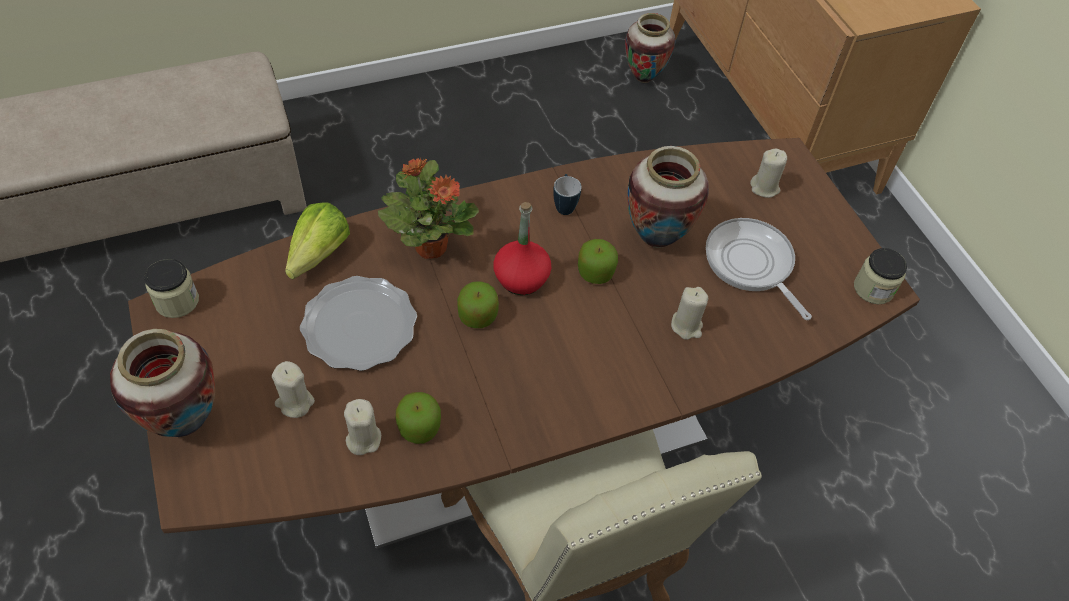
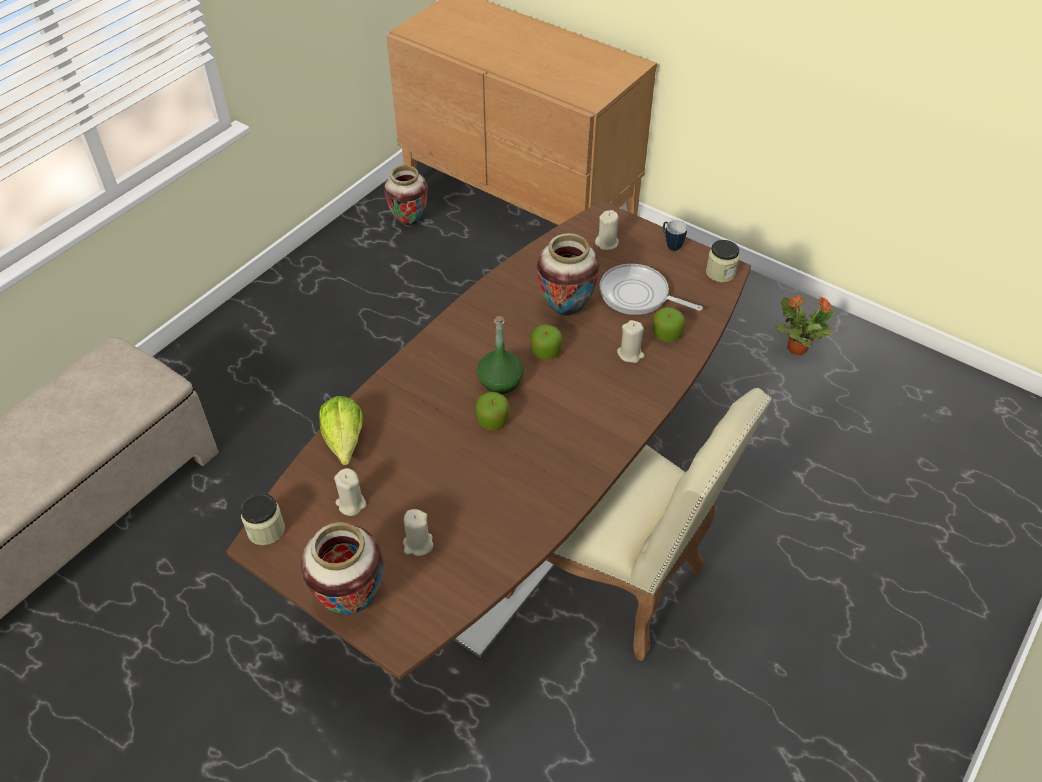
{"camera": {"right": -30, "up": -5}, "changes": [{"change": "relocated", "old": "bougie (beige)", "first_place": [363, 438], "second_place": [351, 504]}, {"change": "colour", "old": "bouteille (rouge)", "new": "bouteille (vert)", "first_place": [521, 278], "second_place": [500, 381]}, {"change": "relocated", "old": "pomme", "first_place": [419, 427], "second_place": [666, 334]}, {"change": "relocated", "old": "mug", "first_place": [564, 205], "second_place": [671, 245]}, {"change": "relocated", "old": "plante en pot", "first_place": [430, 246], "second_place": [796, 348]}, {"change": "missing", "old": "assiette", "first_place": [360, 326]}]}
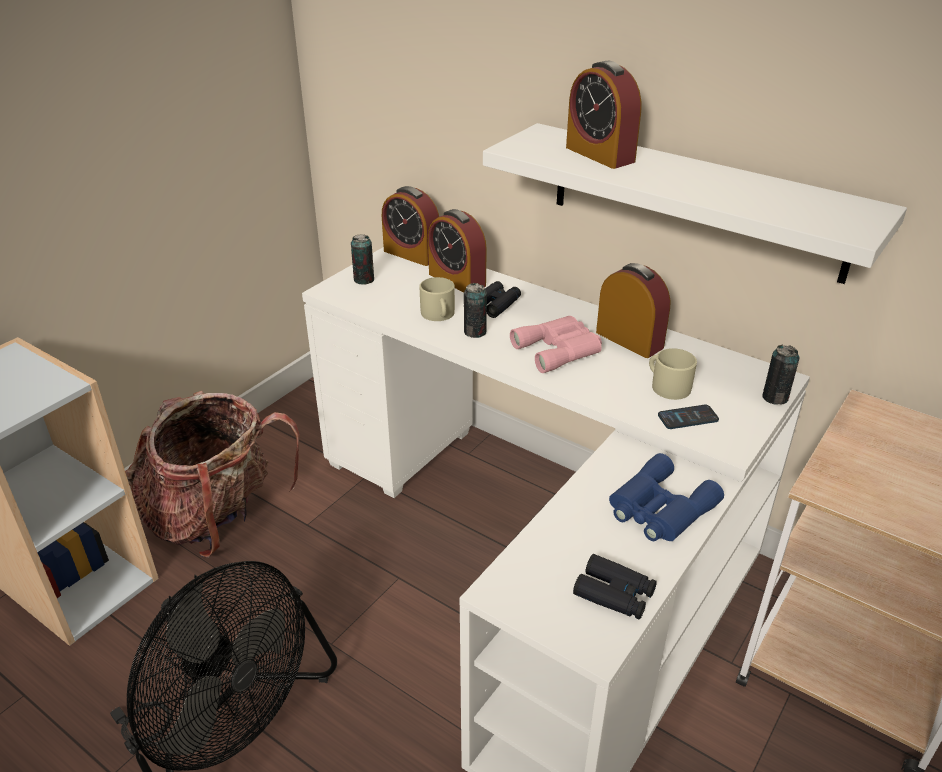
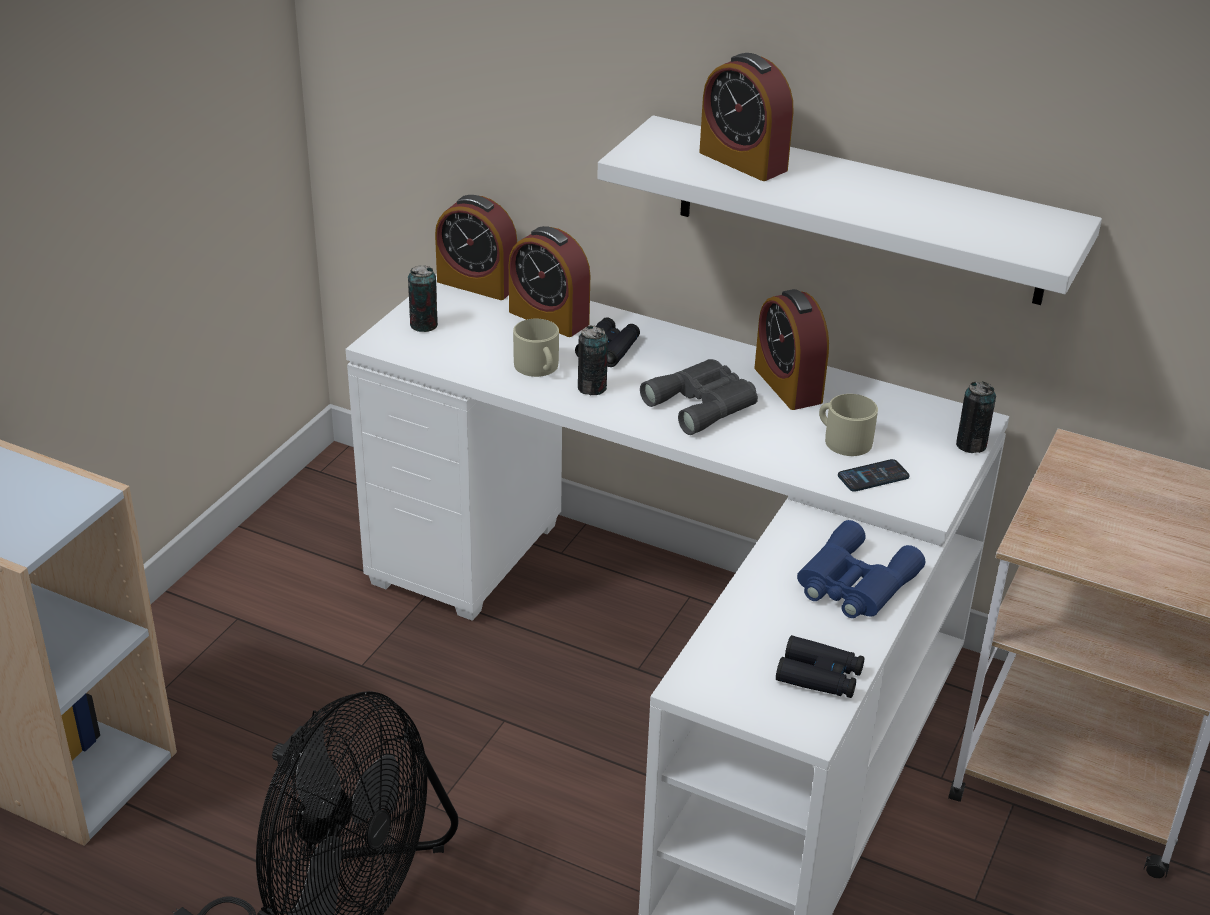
{"camera": {"right": -10, "up": 0}, "changes": [{"change": "colour", "old": "jumelles (rose)", "new": "jumelles (gris)", "first_place": [560, 349], "second_place": [704, 403]}, {"change": "spun", "old": "réveil", "first_place": [629, 340], "second_place": [788, 385], "degrees": -150}, {"change": "missing", "old": "sac à dos", "first_place": [218, 518]}]}
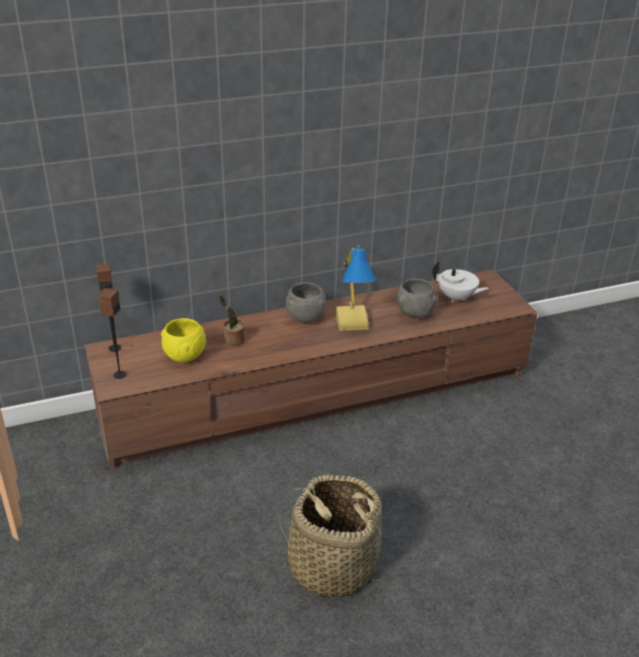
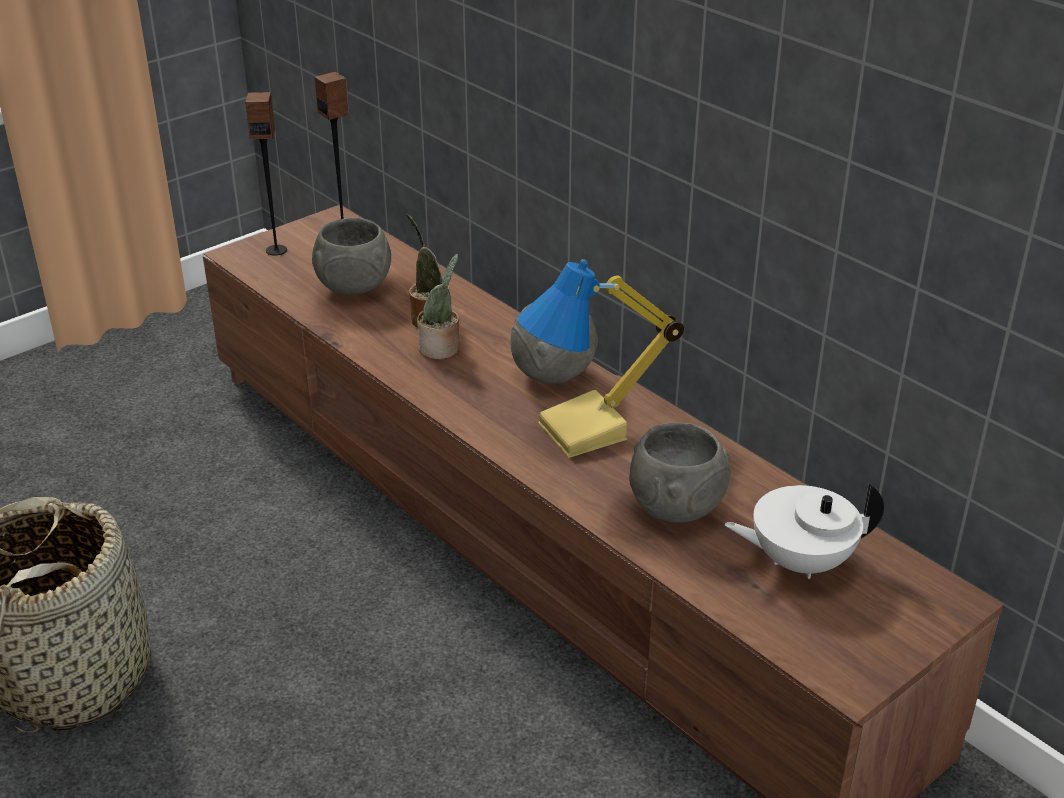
{"camera": {"right": 70, "up": 0}, "changes": [{"change": "colour", "old": "bol (jaune)", "new": "bol (gris)", "first_place": [184, 356], "second_place": [354, 287]}, {"change": "appeared", "new": "plante en pot", "second_place": [441, 349]}, {"change": "spun", "old": "théière (blanc)", "first_place": [456, 298], "second_place": [799, 561], "degrees": 75}]}
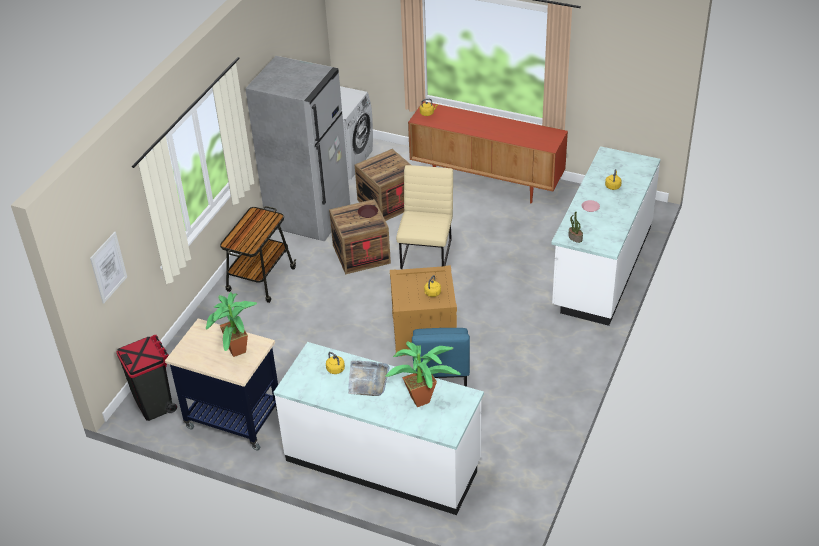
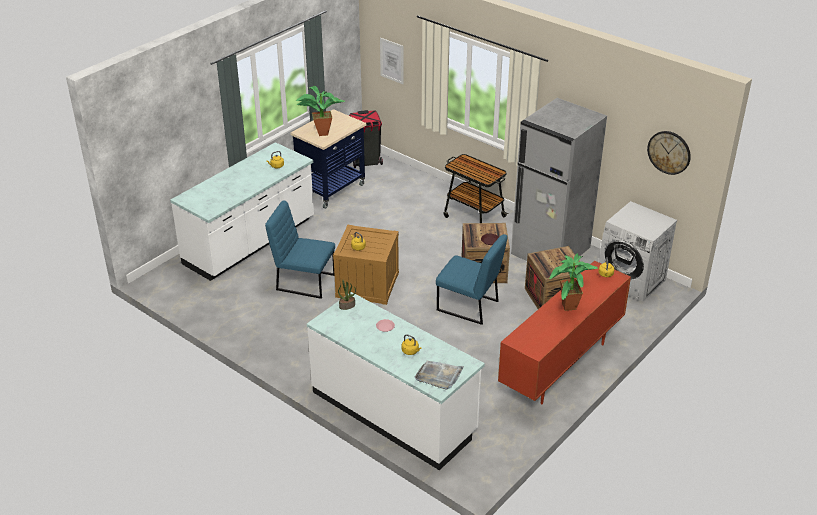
{"camera": {"right": 105, "up": -5}, "changes": [{"change": "relocated", "old": "plateau (gris)", "first_place": [368, 380], "second_place": [439, 376]}, {"change": "colour", "old": "chaise (beige)", "new": "chaise (bleu)", "first_place": [427, 252], "second_place": [469, 306]}, {"change": "relocated", "old": "plante en pot", "first_place": [424, 400], "second_place": [568, 308]}, {"change": "appeared", "new": "horloge murale", "second_place": [669, 152]}]}
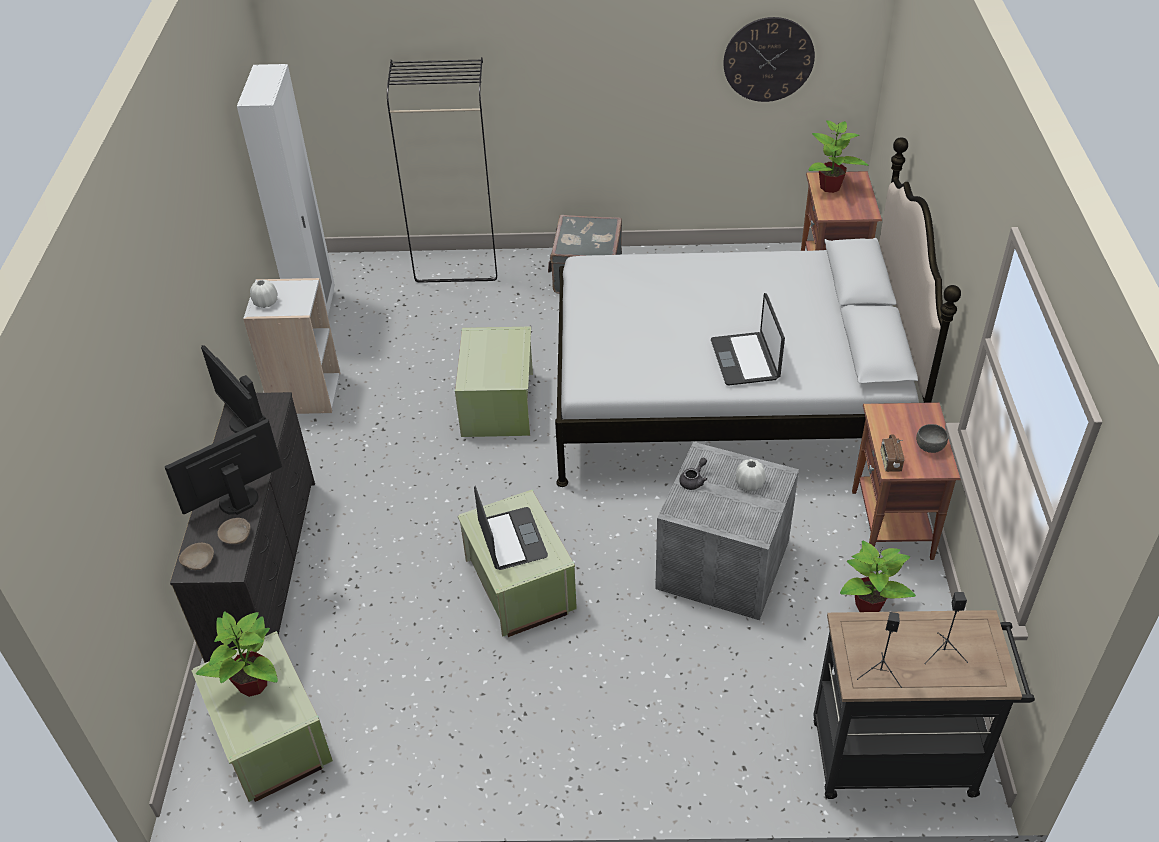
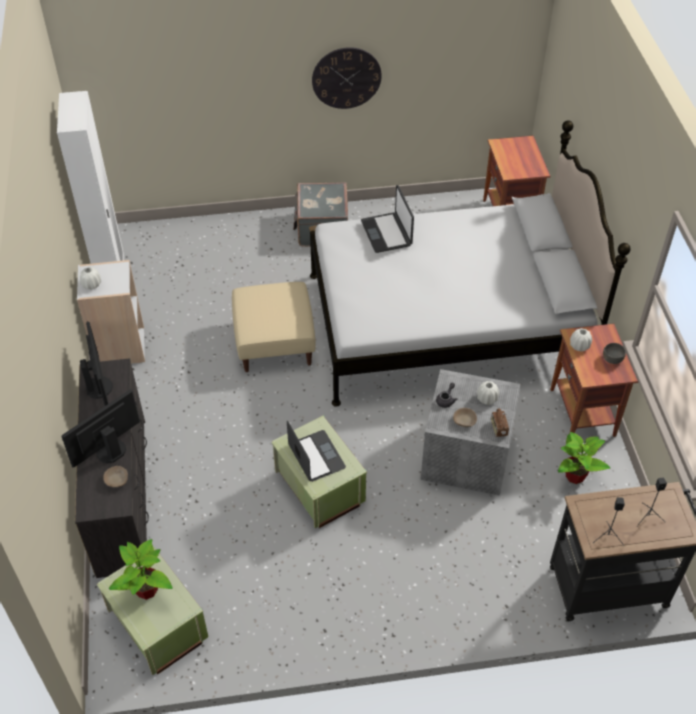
{"camera": {"right": -10, "up": 5}, "changes": [{"change": "spun", "old": "écran d'ordinateur", "first_place": [245, 422], "second_place": [100, 387], "degrees": -150}, {"change": "exchanged", "old": "boîte de rangement (vert)", "new": "pouf (beige)", "first_place": [499, 403], "second_place": [275, 342]}, {"change": "relocated", "old": "horloge murale", "first_place": [768, 59], "second_place": [346, 78]}, {"change": "relocated", "old": "ordinateur portable", "first_place": [746, 360], "second_place": [387, 233]}, {"change": "relocated", "old": "bol (beige)", "first_place": [199, 561], "second_place": [464, 421]}, {"change": "relocated", "old": "radio", "first_place": [890, 462], "second_place": [498, 428]}, {"change": "appeared", "new": "vase (blanc)", "second_place": [579, 346]}, {"change": "missing", "old": "portant (noir)", "first_place": [458, 267]}, {"change": "missing", "old": "plante en pot", "first_place": [830, 187]}]}
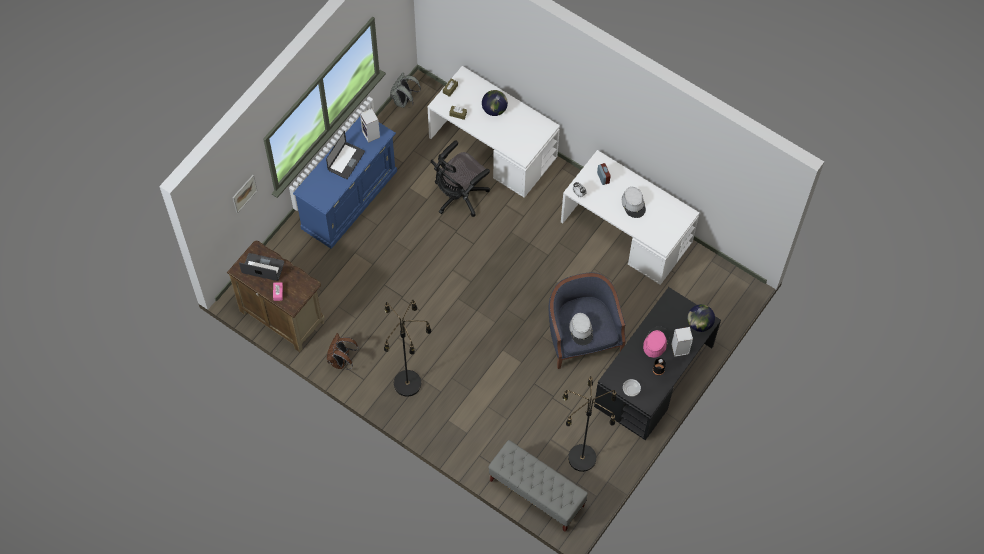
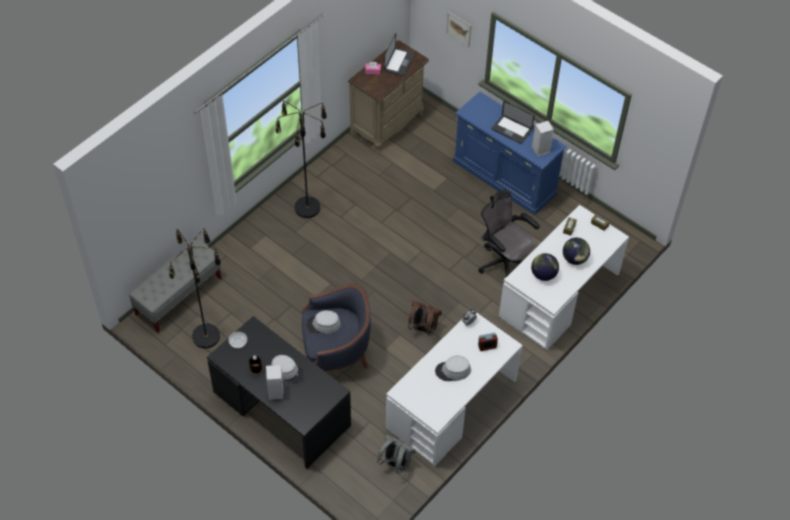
{"camera": {"right": 95, "up": -10}, "changes": [{"change": "colour", "old": "chapeau (rose)", "new": "chapeau (gris)", "first_place": [656, 342], "second_place": [287, 371]}, {"change": "relocated", "old": "sac à dos (gris)", "first_place": [404, 101], "second_place": [395, 463]}, {"change": "relocated", "old": "sac à dos (marron)", "first_place": [341, 361], "second_place": [423, 328]}, {"change": "relocated", "old": "globe", "first_place": [699, 323], "second_place": [543, 274]}]}
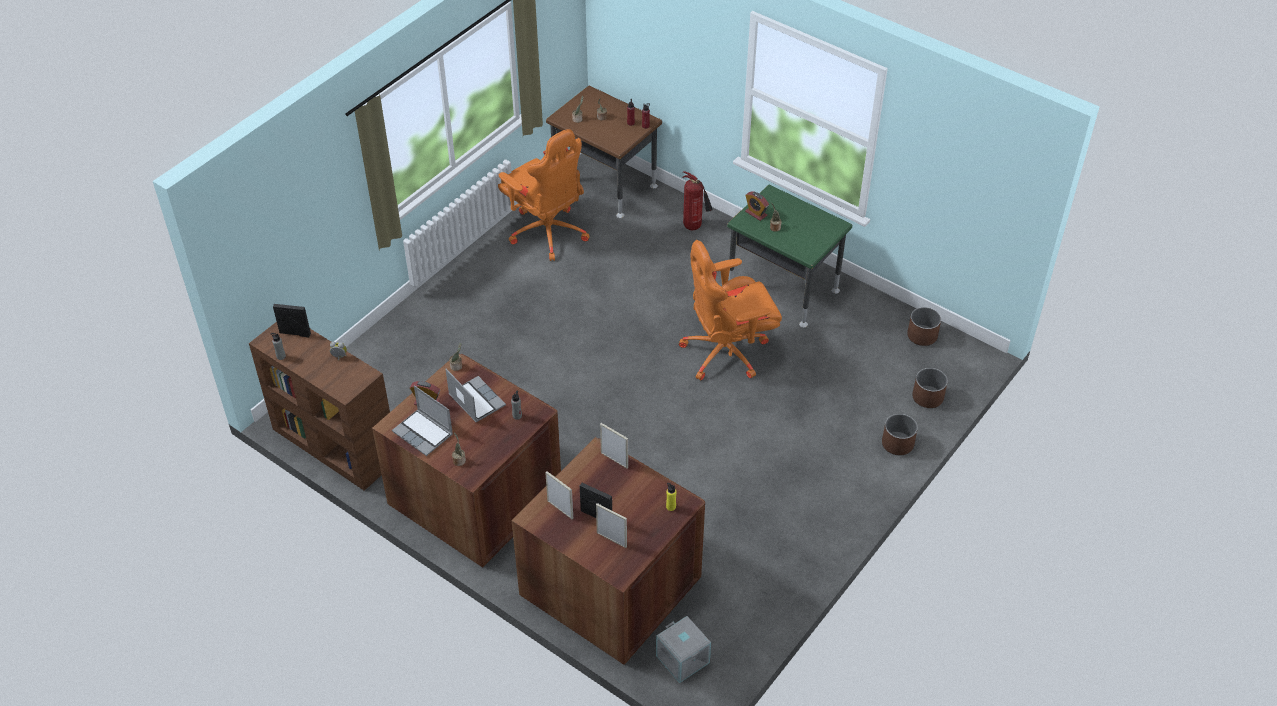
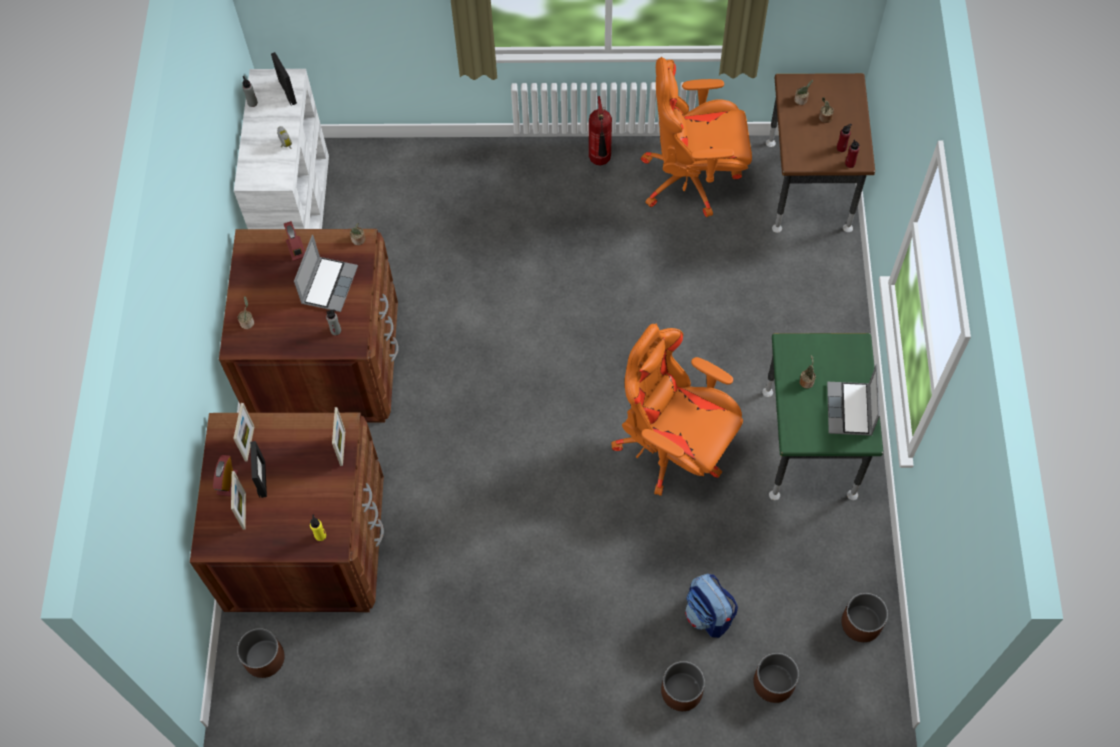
{"camera": {"right": 55, "up": 15}, "changes": [{"change": "relocated", "old": "réveil", "first_place": [756, 213], "second_place": [227, 482]}, {"change": "colour", "old": "bibliothèque (marron)", "new": "bibliothèque (blanc)", "first_place": [334, 445], "second_place": [295, 212]}, {"change": "exchanged", "old": "boîte de rangement (gris)", "new": "cache-pot (marron)", "first_place": [683, 659], "second_place": [264, 659]}, {"change": "relocated", "old": "extincteur", "first_place": [694, 227], "second_place": [600, 161]}, {"change": "spun", "old": "chaise de bureau (orange)", "first_place": [544, 229], "second_place": [695, 179], "degrees": 75}, {"change": "appeared", "new": "sac à dos", "second_place": [708, 615]}, {"change": "relocated", "old": "ordinateur portable", "first_place": [424, 433], "second_place": [850, 410]}]}
